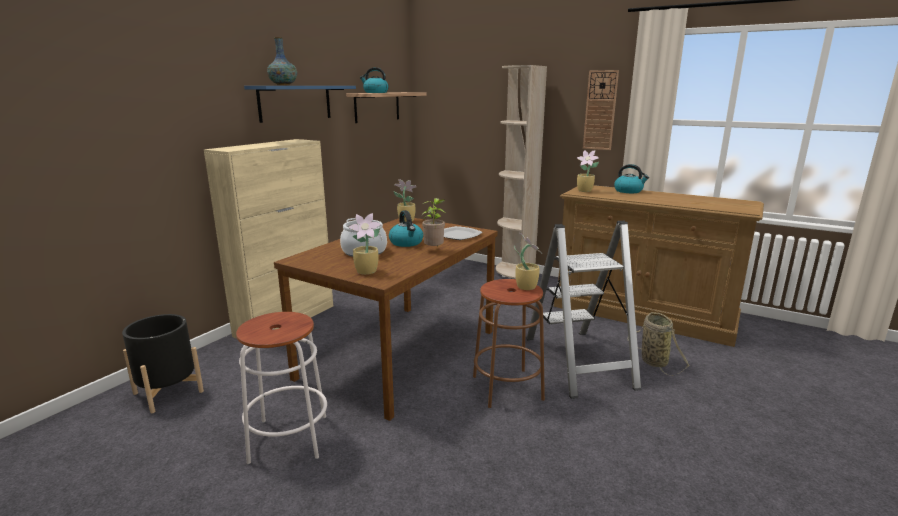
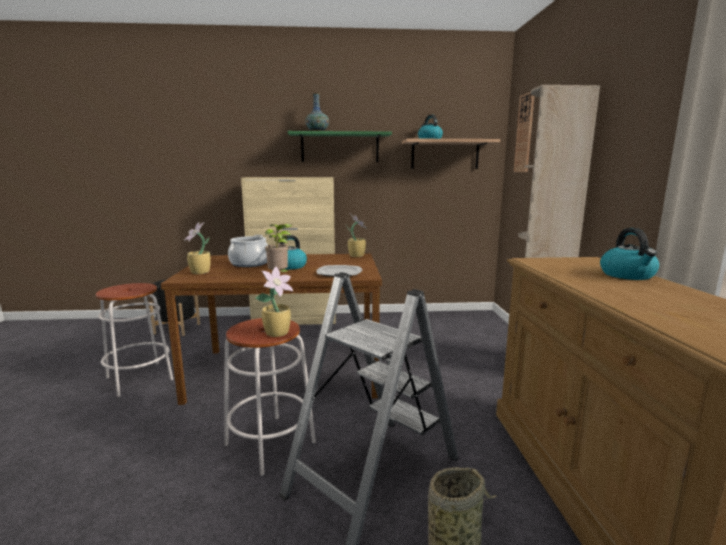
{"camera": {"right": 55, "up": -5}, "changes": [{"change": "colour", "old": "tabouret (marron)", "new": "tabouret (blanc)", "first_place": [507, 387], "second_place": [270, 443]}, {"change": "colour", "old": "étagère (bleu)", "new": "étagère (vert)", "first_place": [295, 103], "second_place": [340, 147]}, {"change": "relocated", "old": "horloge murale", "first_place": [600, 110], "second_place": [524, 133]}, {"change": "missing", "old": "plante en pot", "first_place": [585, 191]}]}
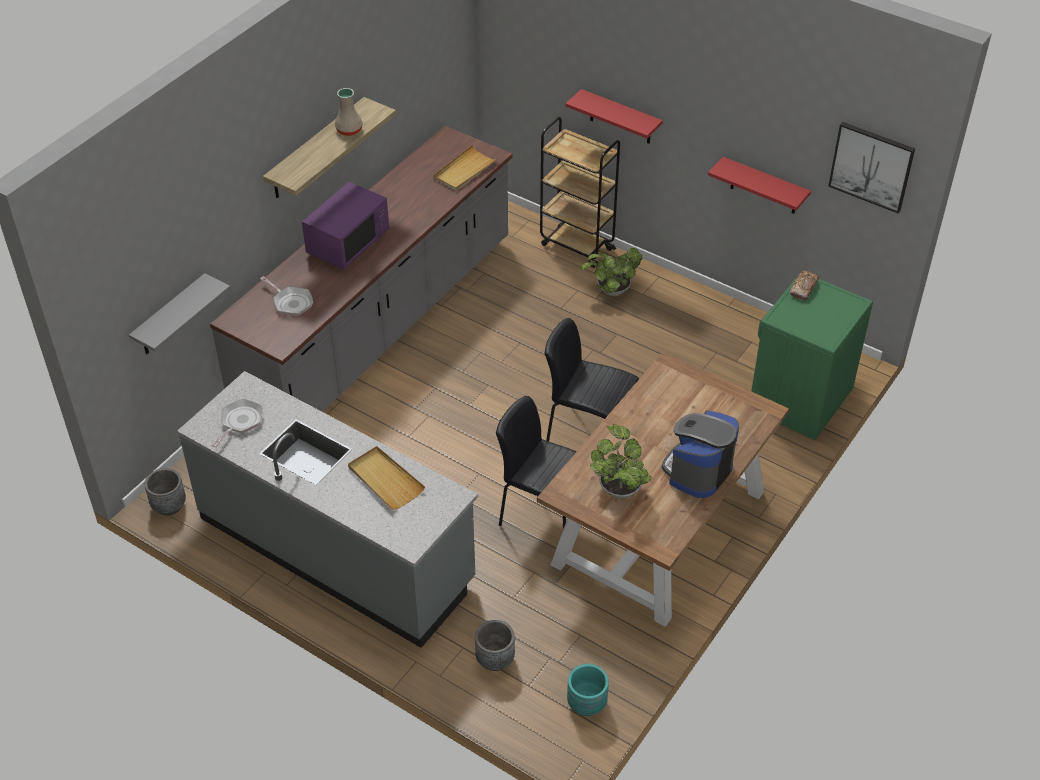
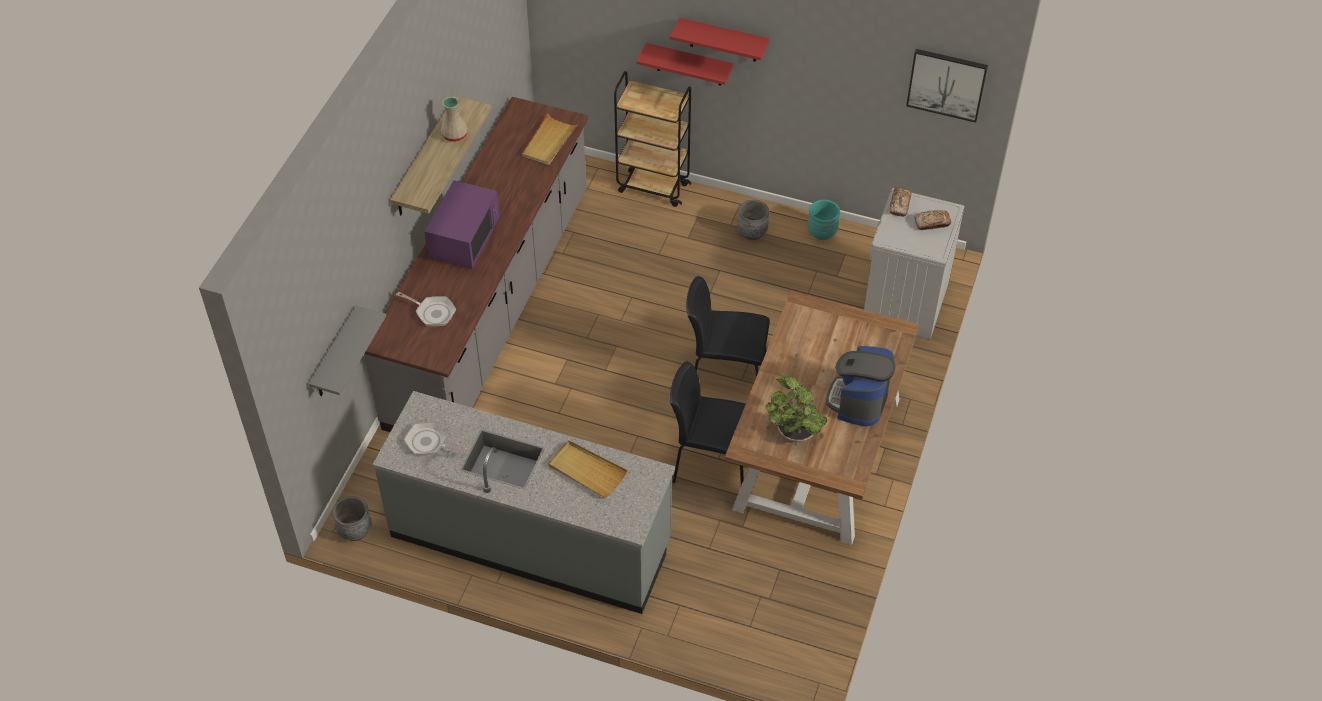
{"camera": {"right": -15, "up": 5}, "changes": [{"change": "spun", "old": "poêle", "first_place": [240, 422], "second_place": [429, 443], "degrees": -75}, {"change": "relocated", "old": "étagère (rouge)", "first_place": [764, 186], "second_place": [723, 40]}, {"change": "relocated", "old": "cache-pot (gris)", "first_place": [495, 659], "second_place": [752, 232]}, {"change": "relocated", "old": "cache-pot (turquoise)", "first_place": [586, 704], "second_place": [822, 232]}, {"change": "colour", "old": "lave-linge (vert)", "new": "lave-linge (blanc)", "first_place": [798, 398], "second_place": [903, 302]}, {"change": "appeared", "new": "pain", "second_place": [932, 223]}, {"change": "missing", "old": "plante en pot", "first_place": [611, 291]}]}
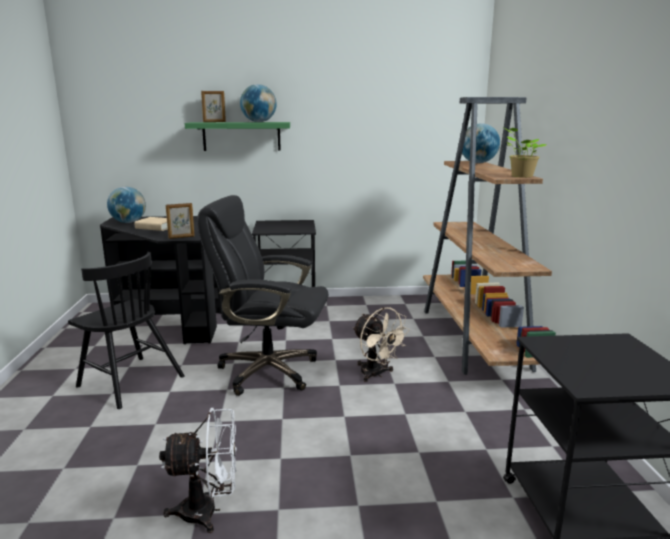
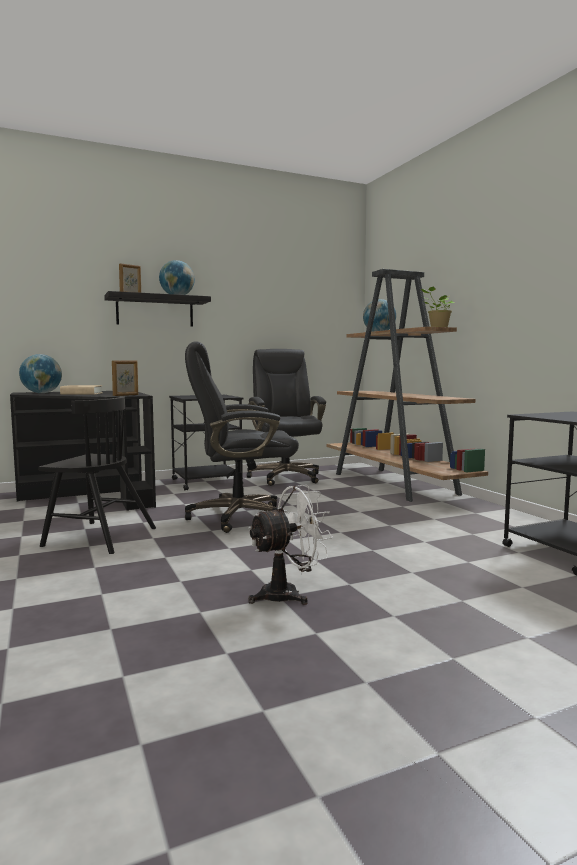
{"camera": {"right": -20, "up": -10}, "changes": [{"change": "colour", "old": "étagère (vert)", "new": "étagère (noir)", "first_place": [241, 136], "second_place": [155, 311]}, {"change": "appeared", "new": "chaise de bureau (noir)", "second_place": [286, 478]}, {"change": "missing", "old": "ventilateur (beige)", "first_place": [376, 374]}]}
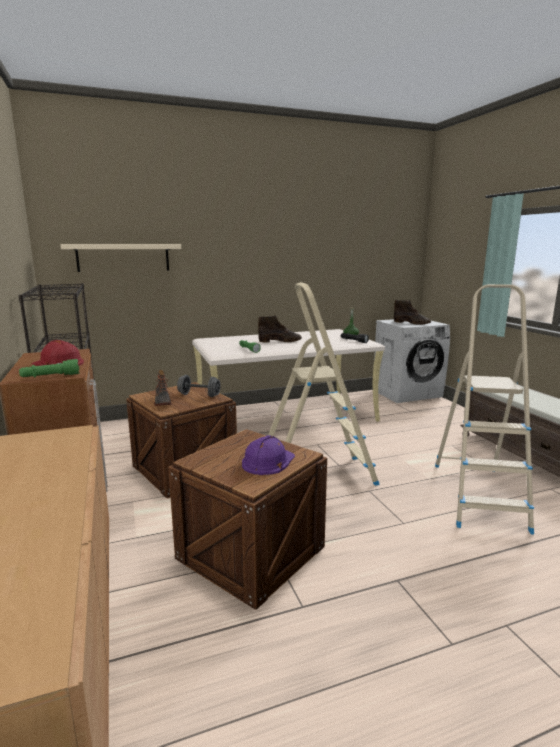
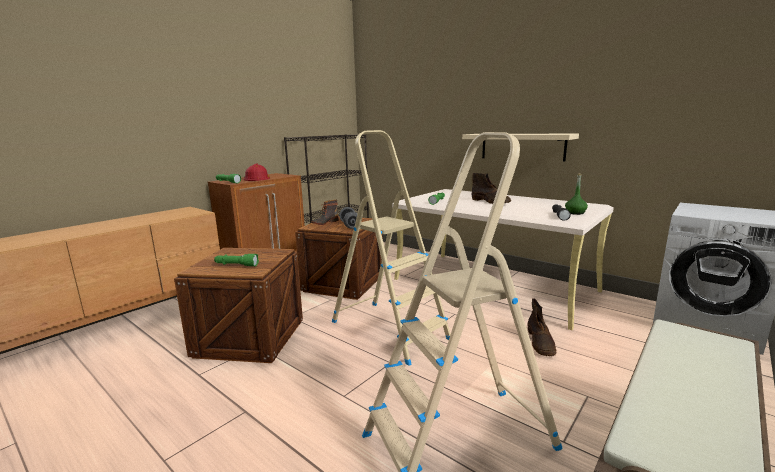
{"camera": {"right": 60, "up": 0}, "changes": [{"change": "exchanged", "old": "casque de chantier (violet)", "new": "lampe de poche (vert)", "first_place": [268, 461], "second_place": [236, 265]}, {"change": "relocated", "old": "étagère (beige)", "first_place": [123, 257], "second_place": [522, 146]}, {"change": "relocated", "old": "botte (marron)", "first_place": [412, 323], "second_place": [540, 343]}]}
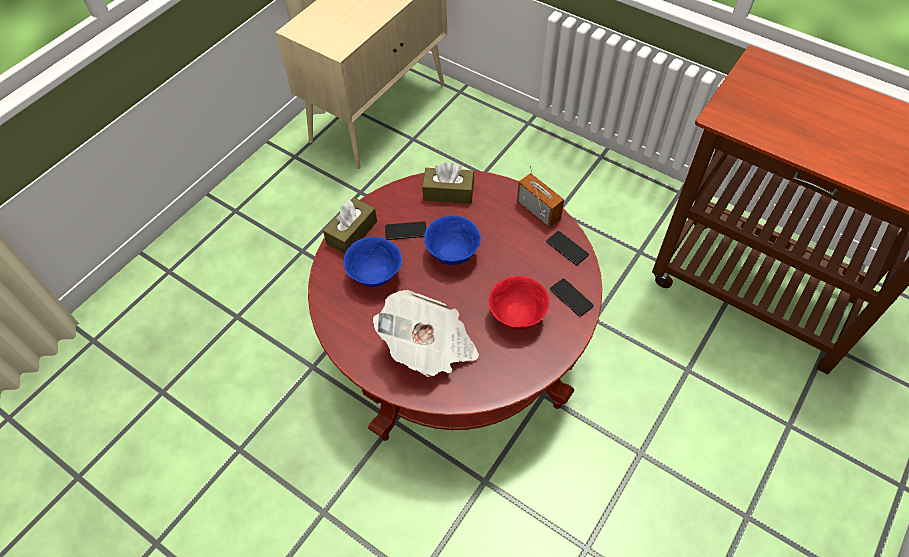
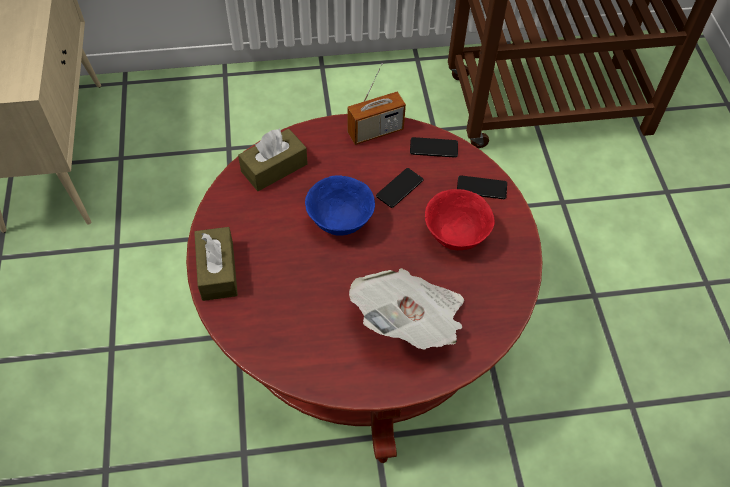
{"camera": {"right": -45, "up": 0}, "changes": [{"change": "spun", "old": "radio", "first_place": [538, 211], "second_place": [375, 131], "degrees": 150}, {"change": "relocated", "old": "téléphone", "first_place": [405, 231], "second_place": [399, 188]}, {"change": "missing", "old": "bol (bleu)", "first_place": [375, 276]}]}
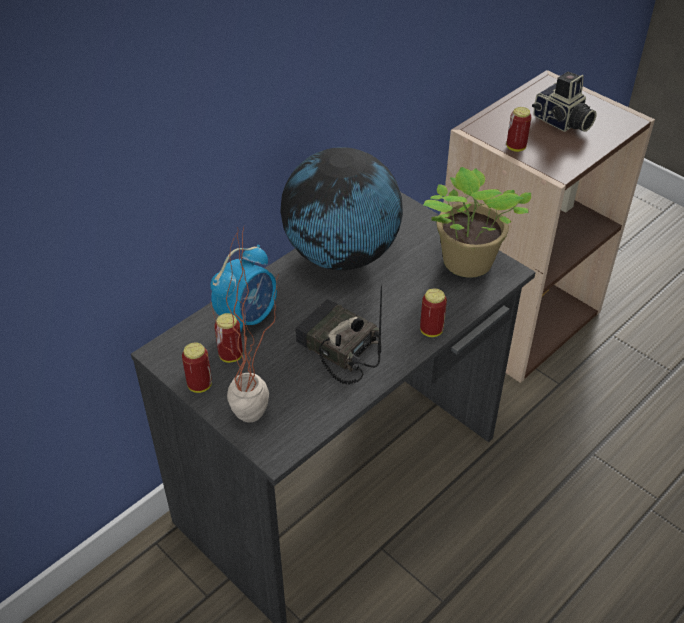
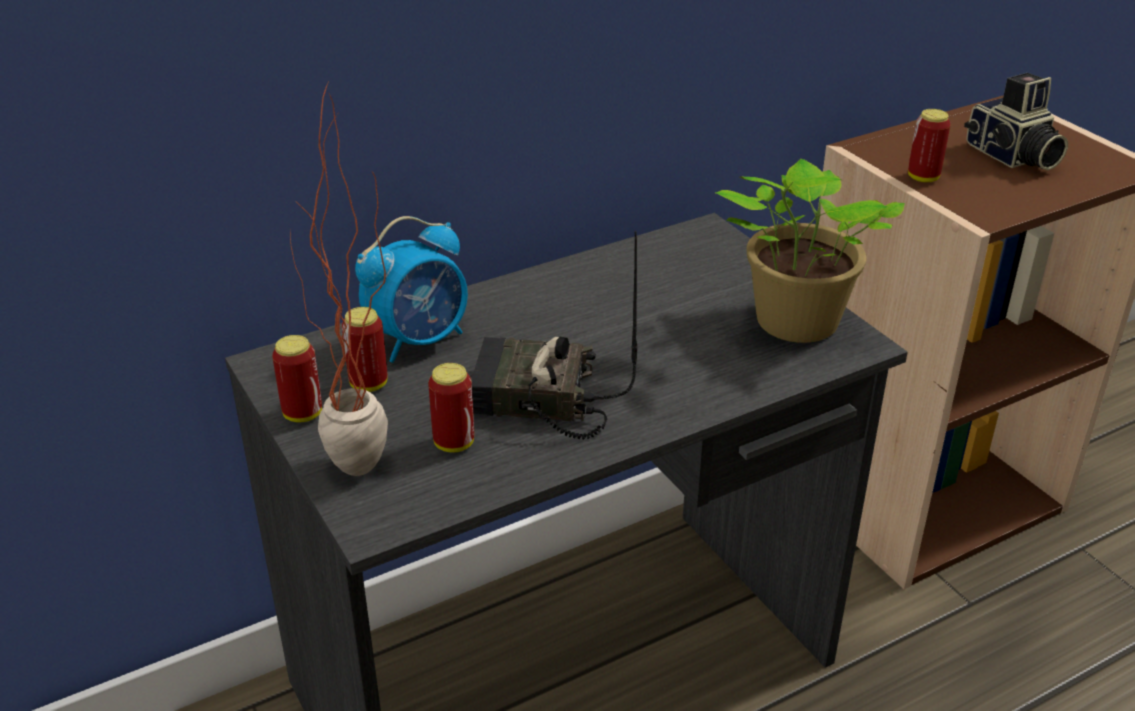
{"camera": {"right": 15, "up": -10}, "changes": [{"change": "relocated", "old": "boîte métallique", "first_place": [431, 331], "second_place": [454, 443]}, {"change": "spun", "old": "radio", "first_place": [337, 348], "second_place": [536, 401], "degrees": -45}, {"change": "missing", "old": "globe", "first_place": [341, 255]}]}
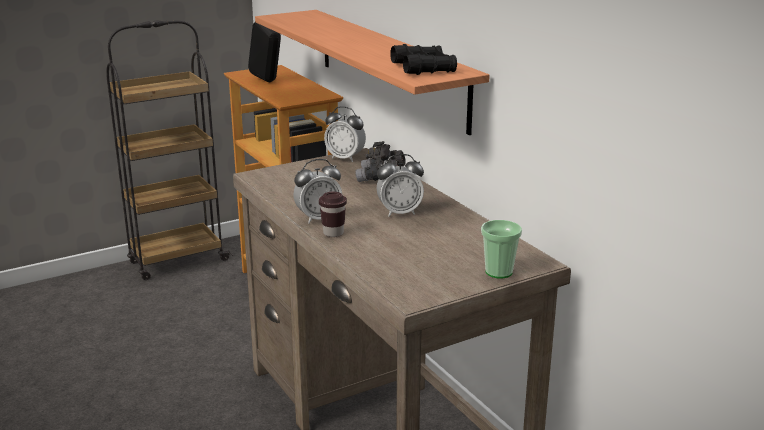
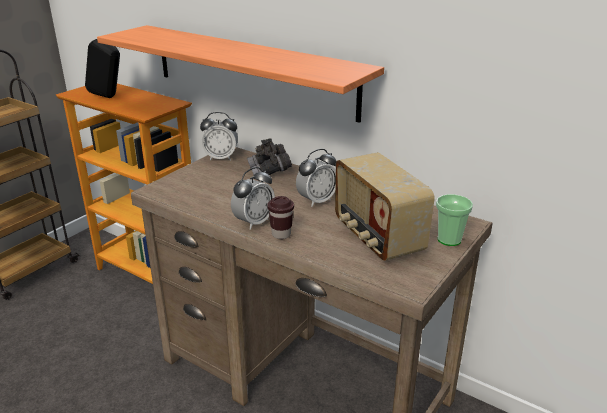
{"camera": {"right": -25, "up": 5}, "changes": [{"change": "appeared", "new": "radio", "second_place": [376, 237]}, {"change": "missing", "old": "jumelles (noir)", "first_place": [423, 68]}]}
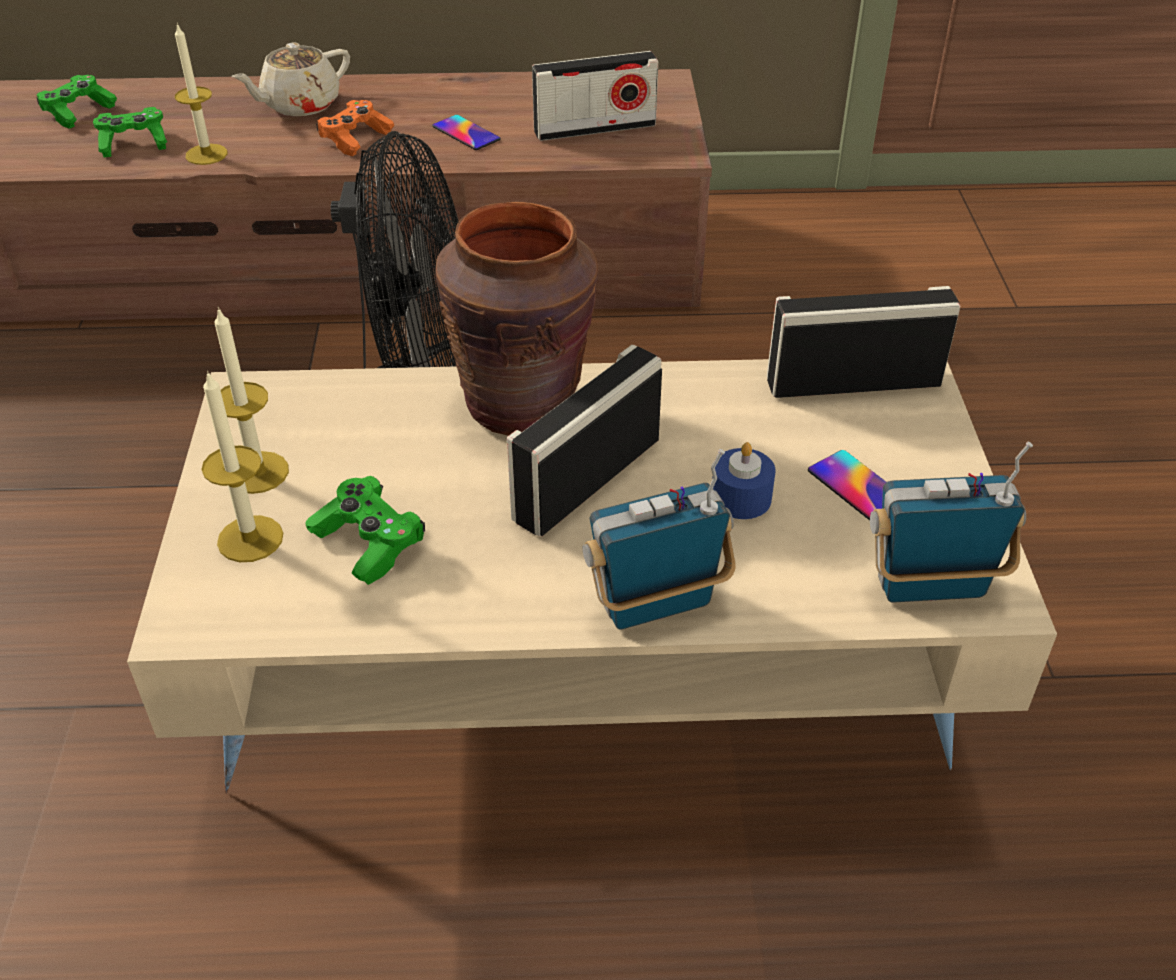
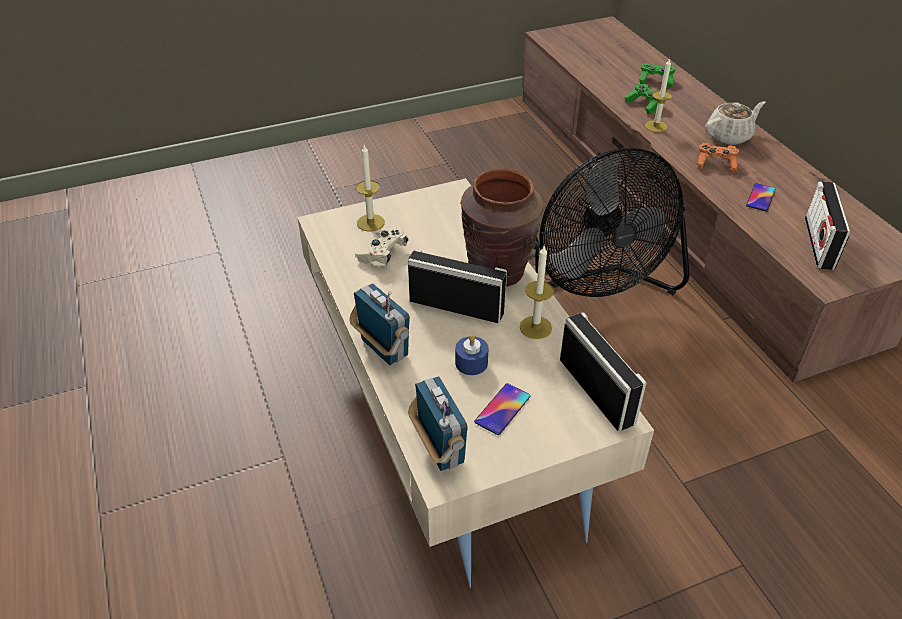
{"camera": {"right": 70, "up": 0}, "changes": [{"change": "colour", "old": "manette (vert)", "new": "manette (beige)", "first_place": [369, 543], "second_place": [383, 254]}, {"change": "relocated", "old": "bougie", "first_place": [257, 472], "second_place": [535, 327]}, {"change": "spun", "old": "théière (beige)", "first_place": [300, 105], "second_place": [729, 136], "degrees": 120}, {"change": "spun", "old": "radio", "first_place": [595, 128], "second_place": [818, 243], "degrees": 45}]}
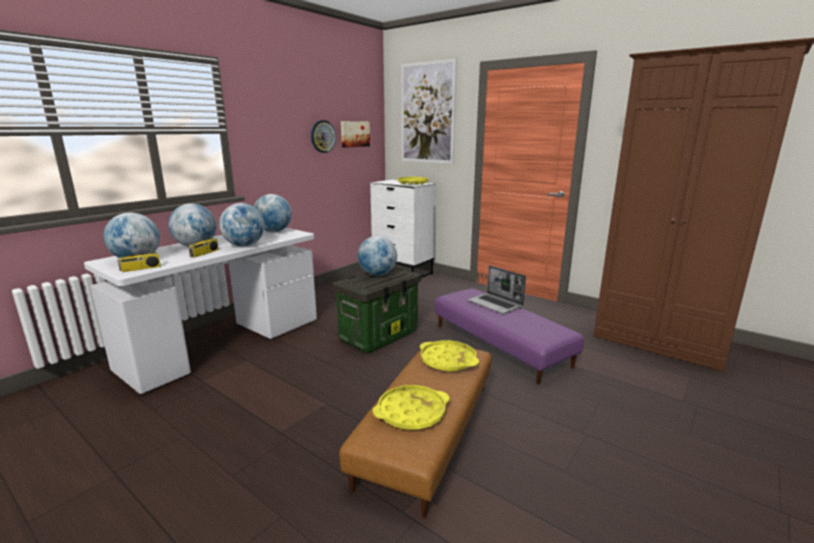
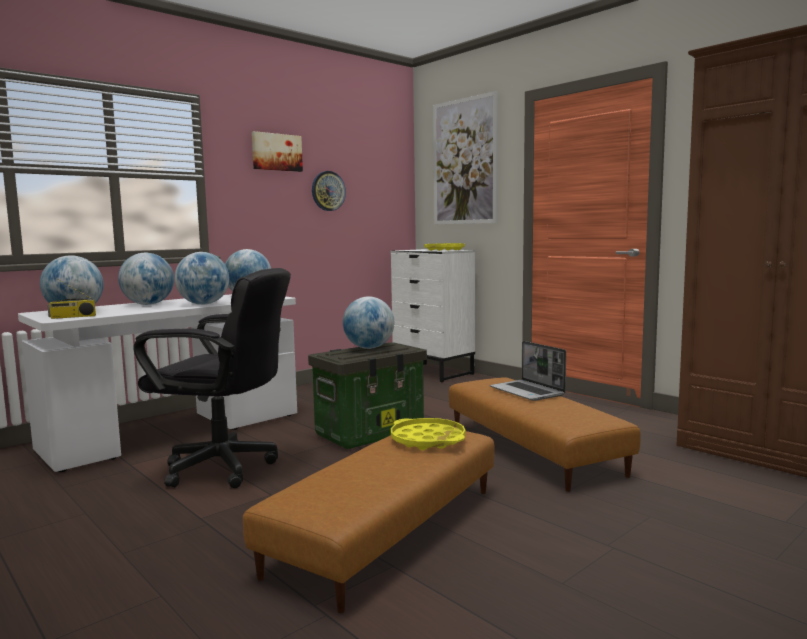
{"camera": {"right": 10, "up": -10}, "changes": [{"change": "appeared", "new": "chaise de bureau (noir)", "second_place": [227, 469]}, {"change": "relocated", "old": "tableau", "first_place": [354, 134], "second_place": [276, 152]}, {"change": "colour", "old": "pouf (violet)", "new": "pouf (marron)", "first_place": [500, 345], "second_place": [533, 449]}, {"change": "missing", "old": "radio", "first_place": [204, 253]}, {"change": "missing", "old": "plateau (jaune)", "first_place": [411, 412]}]}
